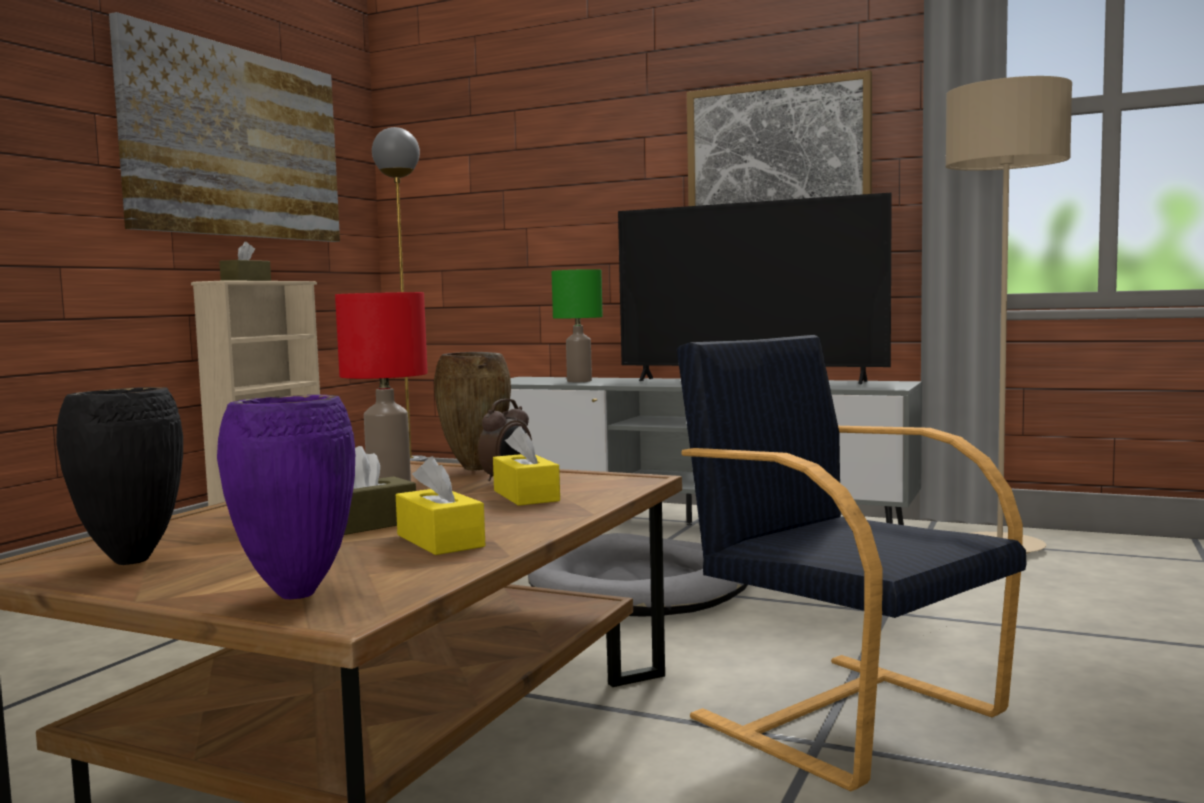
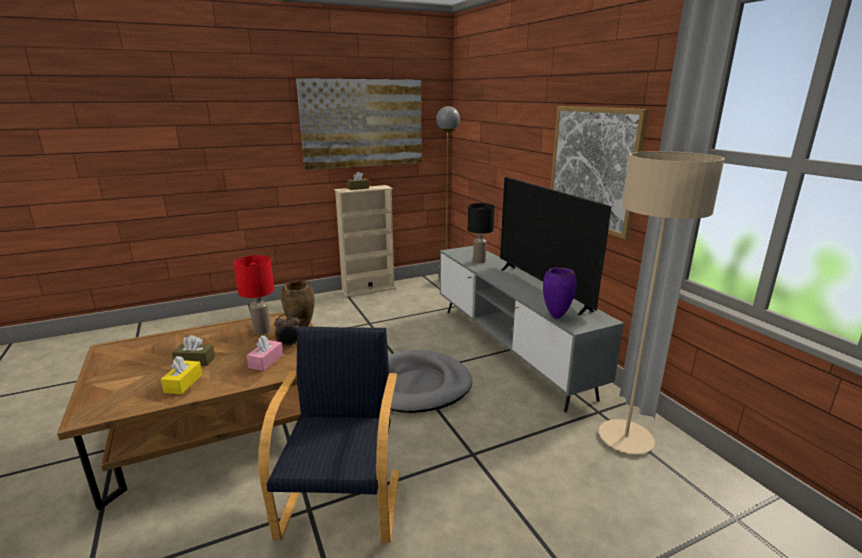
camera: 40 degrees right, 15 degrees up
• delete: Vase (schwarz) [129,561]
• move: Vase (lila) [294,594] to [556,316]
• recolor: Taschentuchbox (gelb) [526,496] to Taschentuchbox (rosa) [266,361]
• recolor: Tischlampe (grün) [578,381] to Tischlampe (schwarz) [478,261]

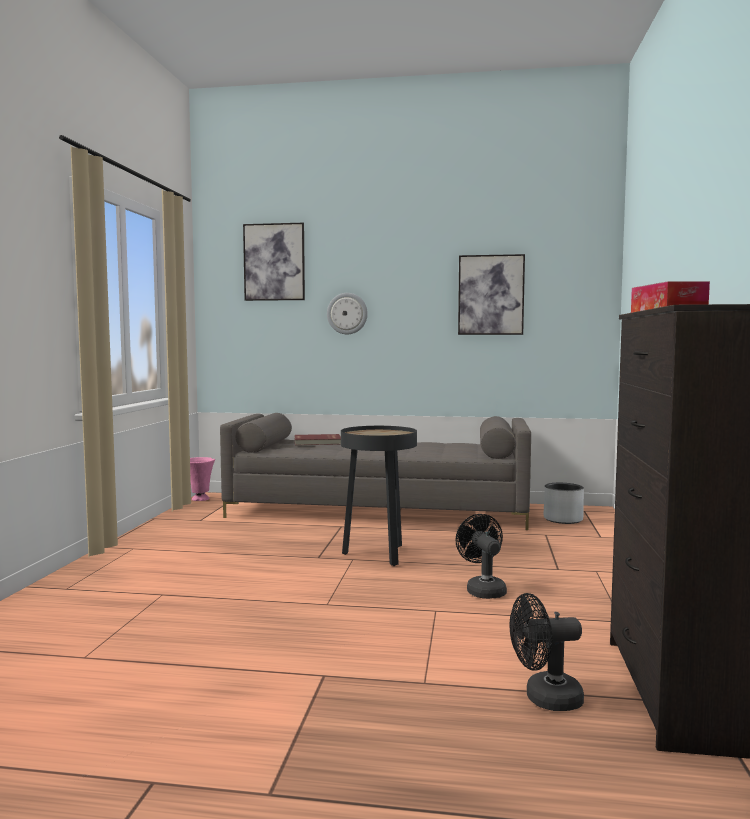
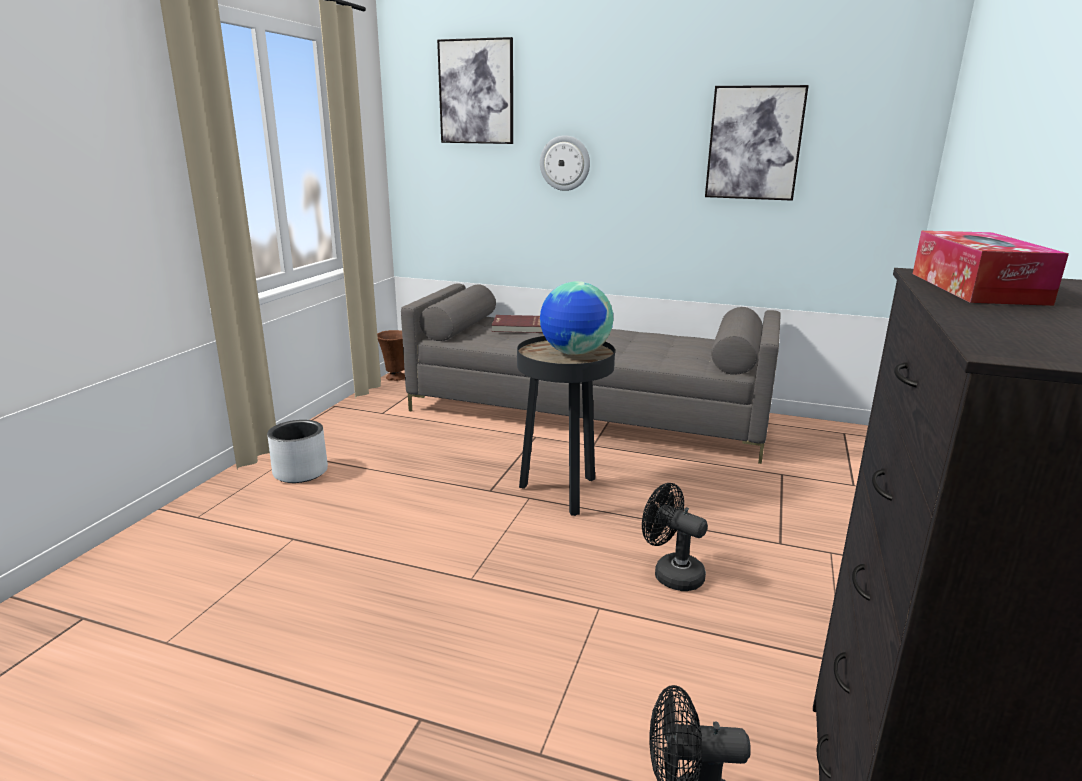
camera: 10 degrees right, 15 degrees up
• insert: Globus [575,353]
• move: Pflanzkübel (grau) [562,519] to [300,472]
• recolor: Vase (rosa) [201,499] to Vase (braun) [396,378]
• rotate: Ventilator (schwarz) [483,590] = [671,573] 45 degrees counterclockwise

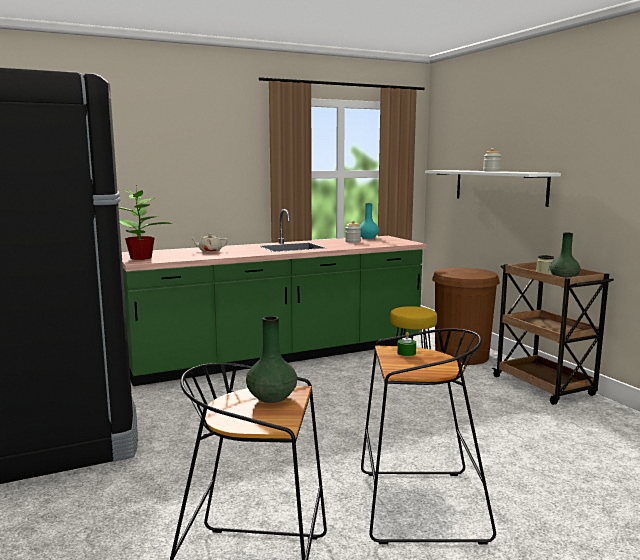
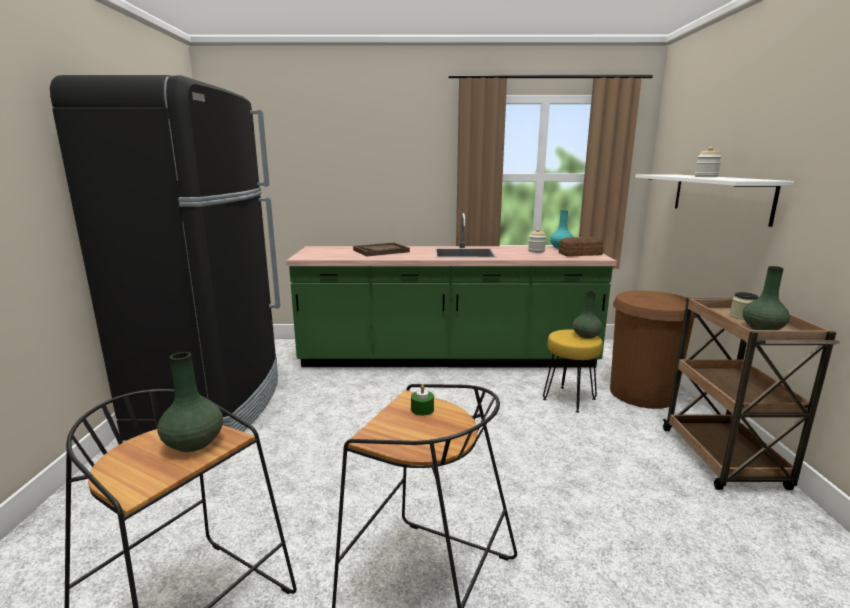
camera: 25 degrees right, 5 degrees up
• delete: Topfpflanze [141,258]
• insert: Brot [581,254]
• insert: Vase (grün) [586,335]
• replace: Teekanne (beige) [209,251] to Tablett (braun) [381,251]

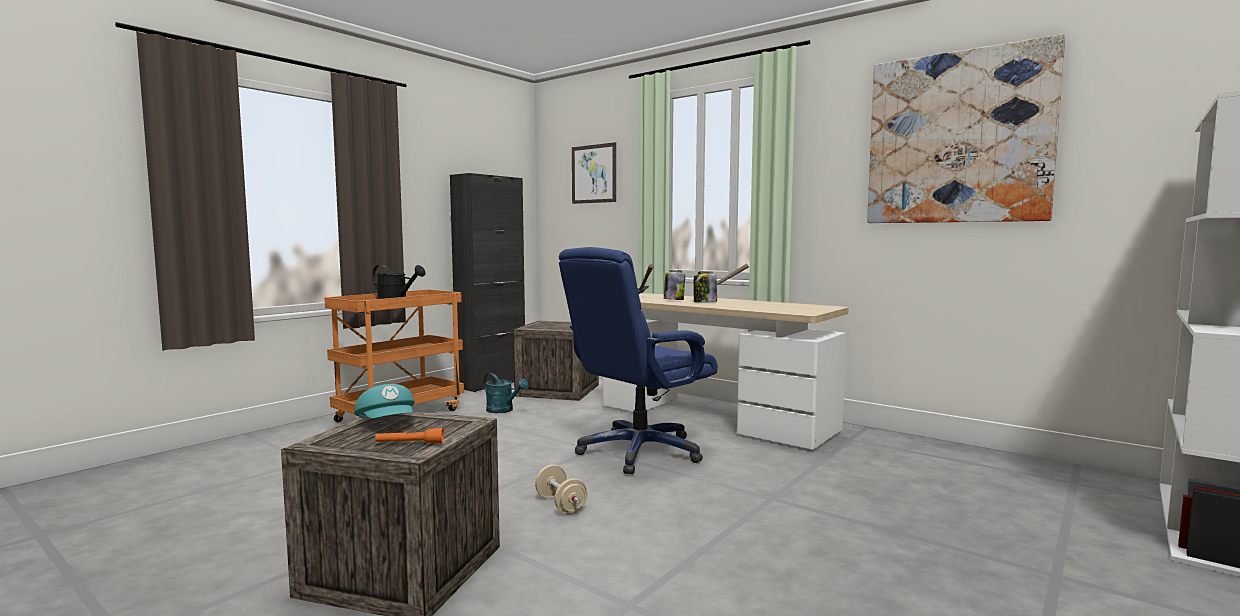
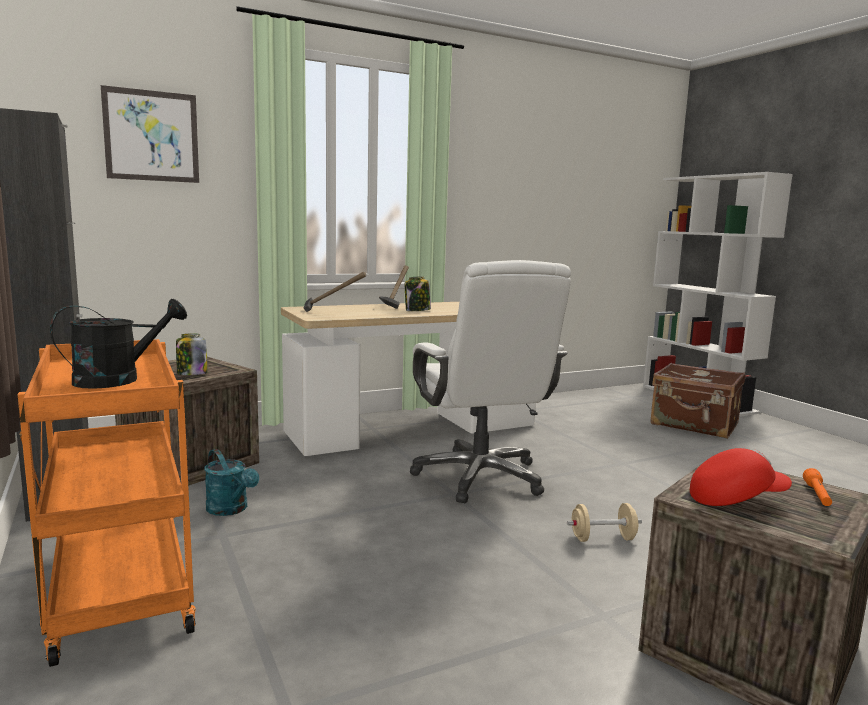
camera: 65 degrees left, 5 degrees up
• delete: Bild [958,138]
• insert: Koffer (braun) [694,425]
• move: Vorratsglas [673,300] to [191,374]
• recolor: Kappe (türkis) [388,424] to Kappe (rot) [735,499]
• recolor: Bürostuhl (blau) [639,452] to Bürostuhl (weiß) [480,477]
• rotate: Gießkanne (türkis) [503,410] = [231,509] 75 degrees clockwise

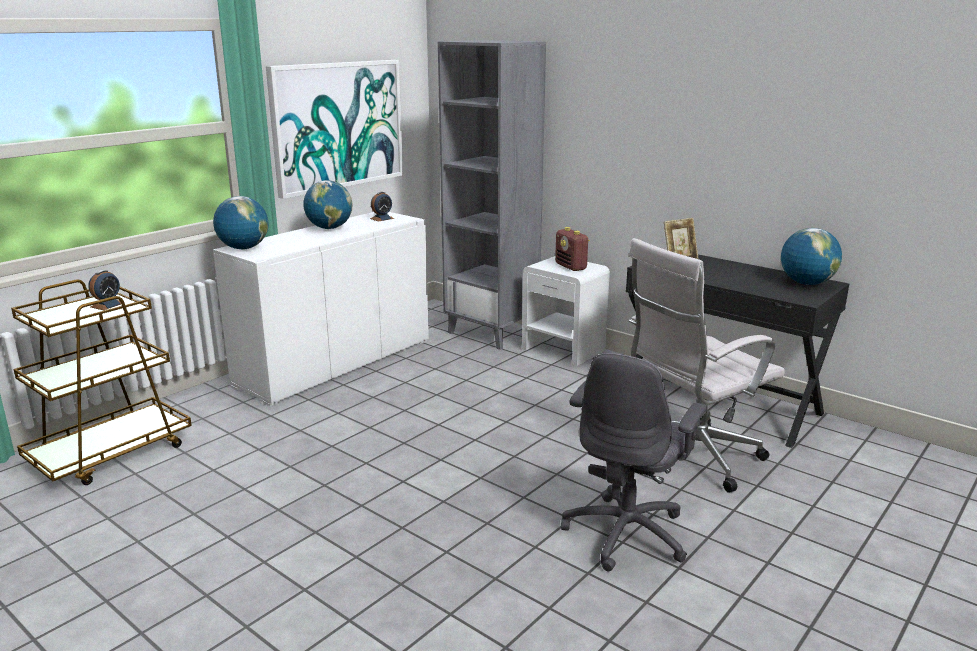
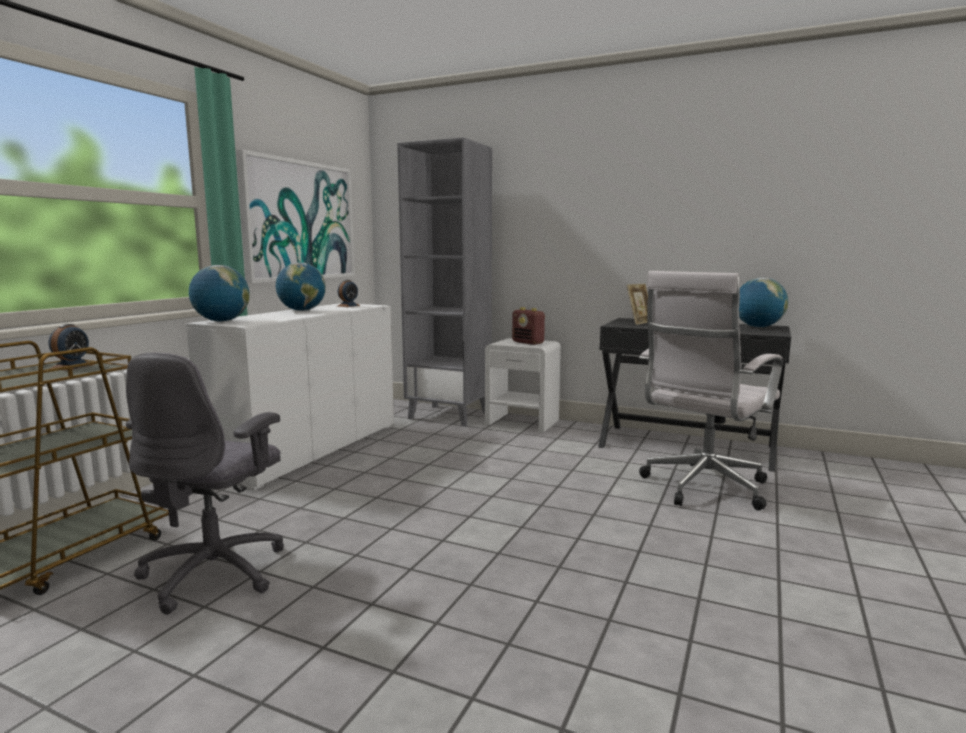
camera: 15 degrees left, 10 degrees down
• move: Bürostuhl (grau) [627,533] to [216,572]

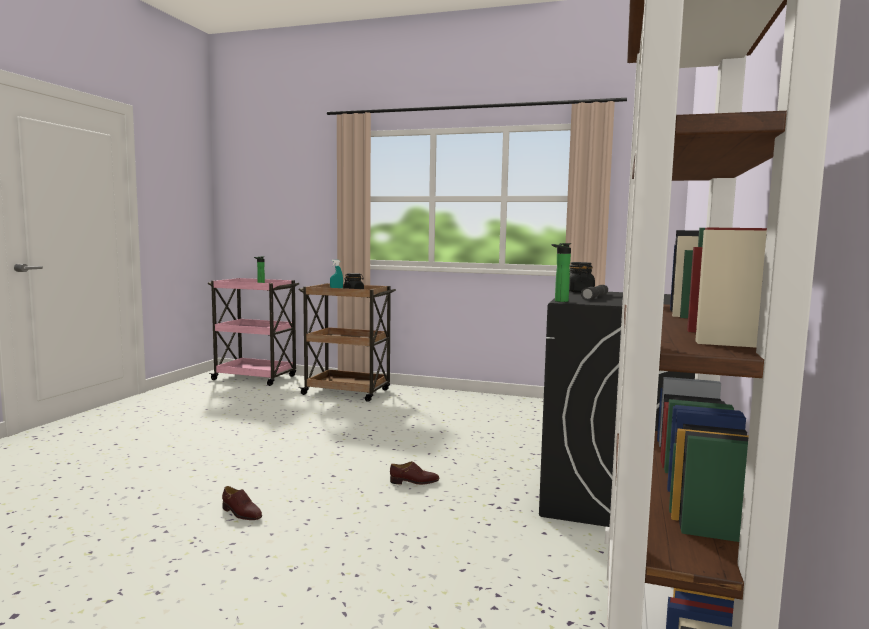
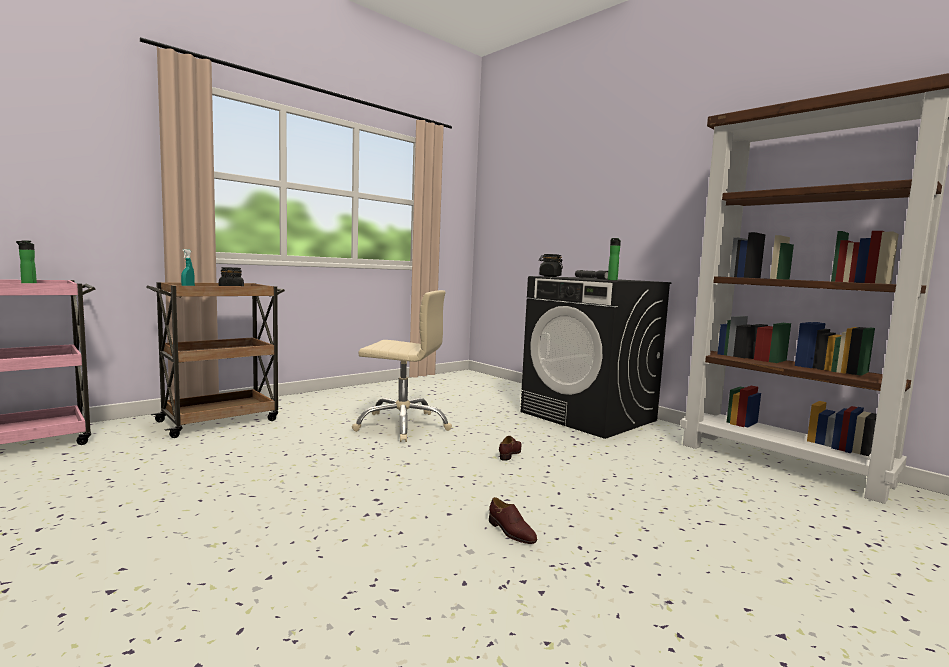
camera: 60 degrees left, 0 degrees up
• insert: Bürostuhl (beige) [402,425]
• rotate: Schuh (braun) [241,513] = [511,532] 75 degrees clockwise

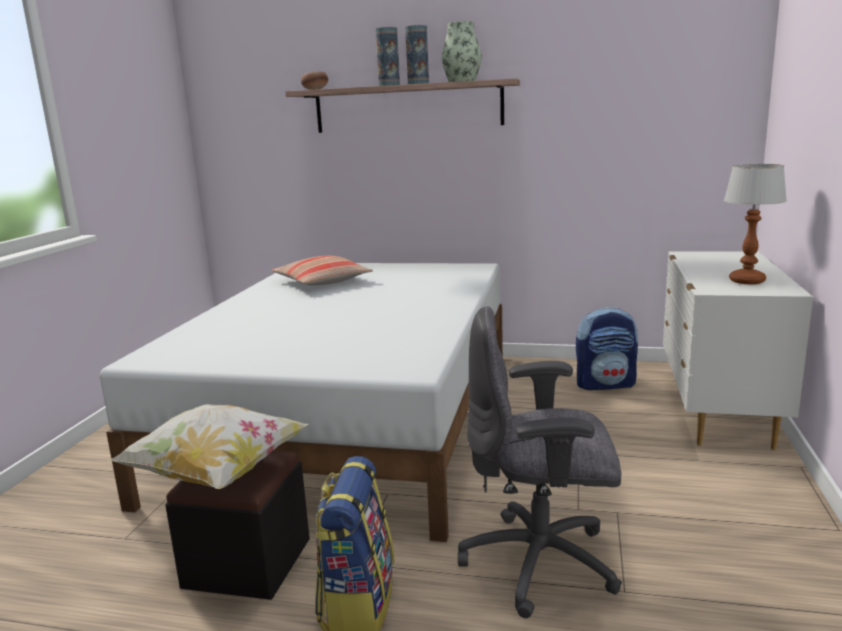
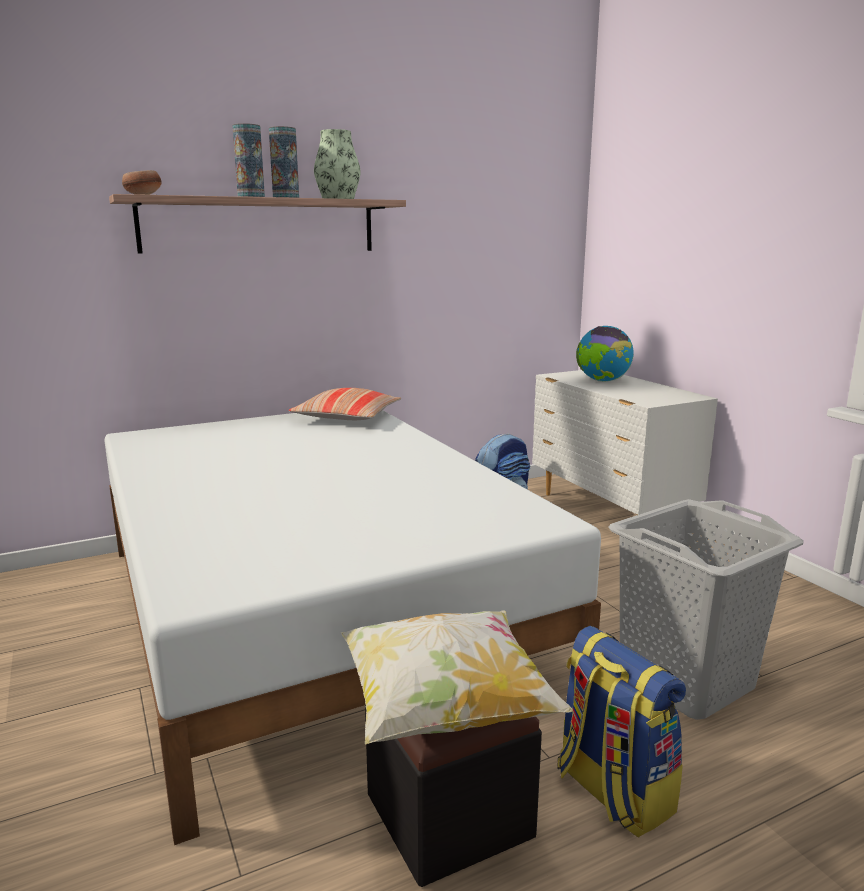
camera: 40 degrees left, 0 degrees up
• delete: Tischlampe [747,281]
• insert: Globus [602,381]
• move: Kissen [322,282] to [347,417]
• replace: Bürostuhl (grau) [542,563] to Wäschekorb (grau) [684,680]

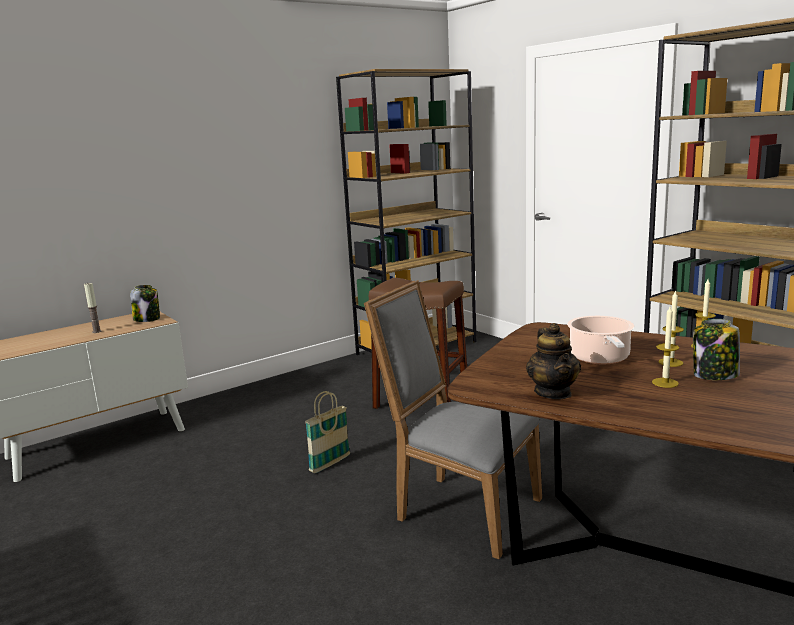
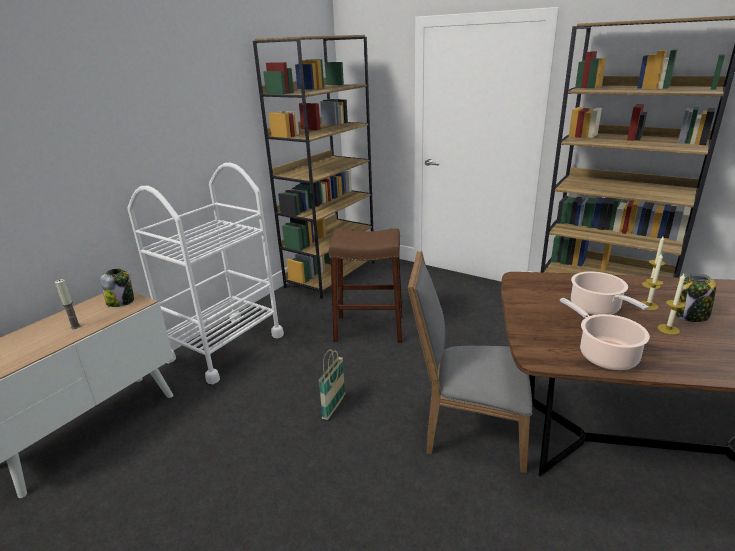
camera: 20 degrees left, 10 degrees up
• insert: Rollwagen (weiß) [225,347]
• replace: Teekanne [553,392] to Kochtopf [604,355]

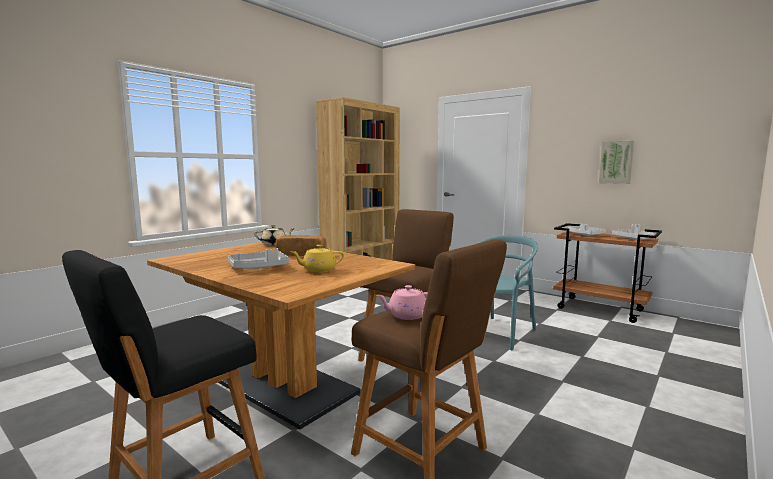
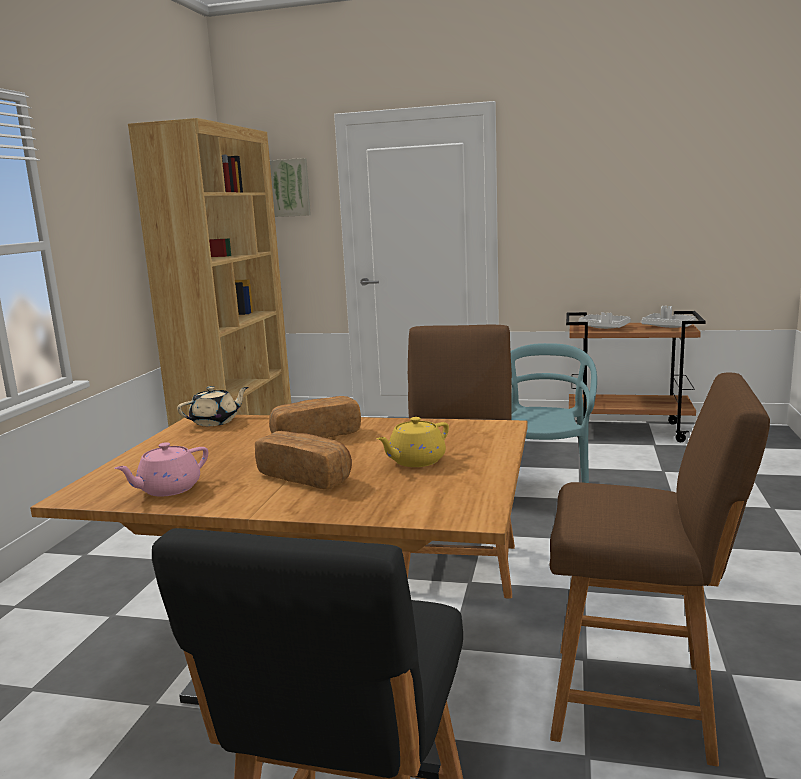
camera: 25 degrees left, 5 degrees up
• move: Teekanne (rosa) [406,315] to [168,489]
• move: Bild [616,162] to [291,188]
• replace: Tablett (grau) [259,267] to Brot [306,477]

